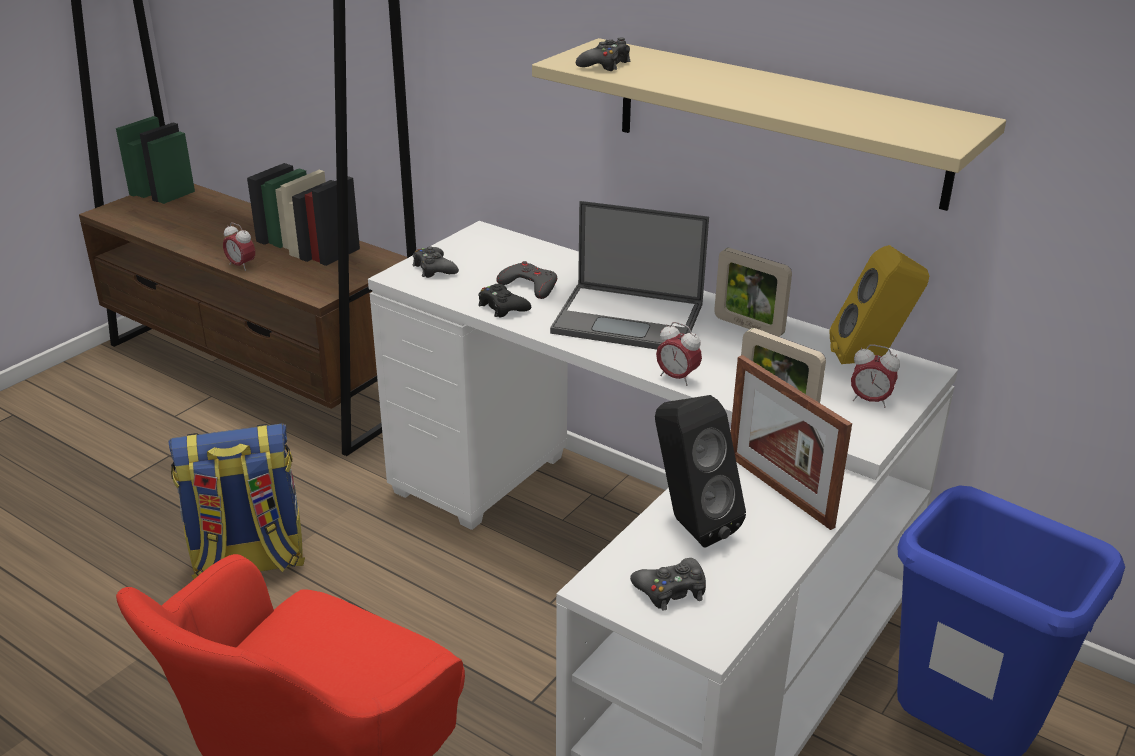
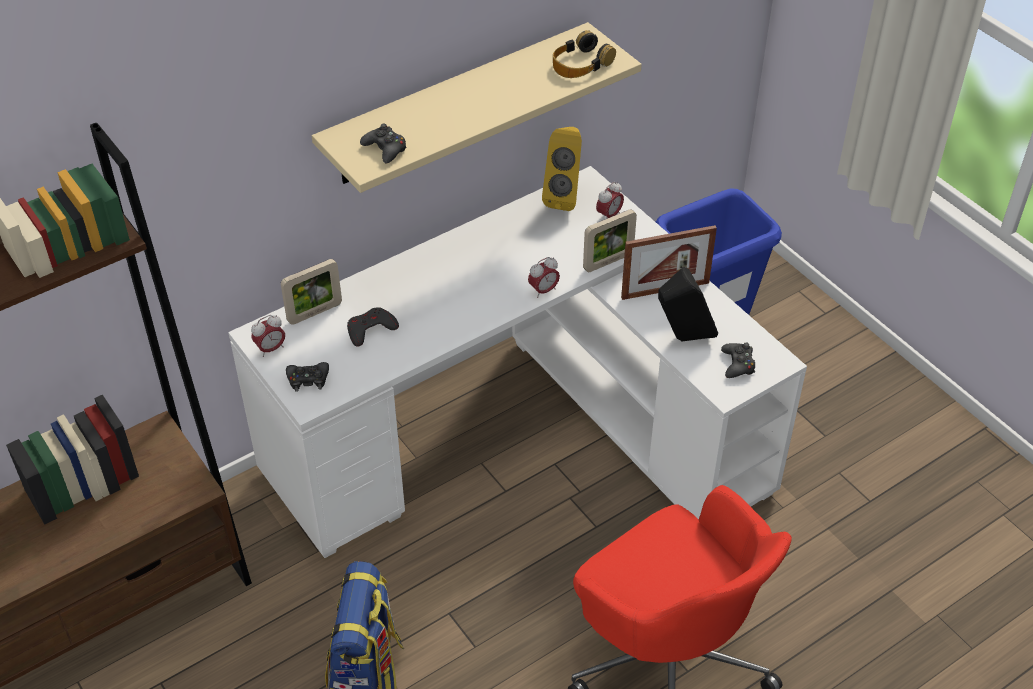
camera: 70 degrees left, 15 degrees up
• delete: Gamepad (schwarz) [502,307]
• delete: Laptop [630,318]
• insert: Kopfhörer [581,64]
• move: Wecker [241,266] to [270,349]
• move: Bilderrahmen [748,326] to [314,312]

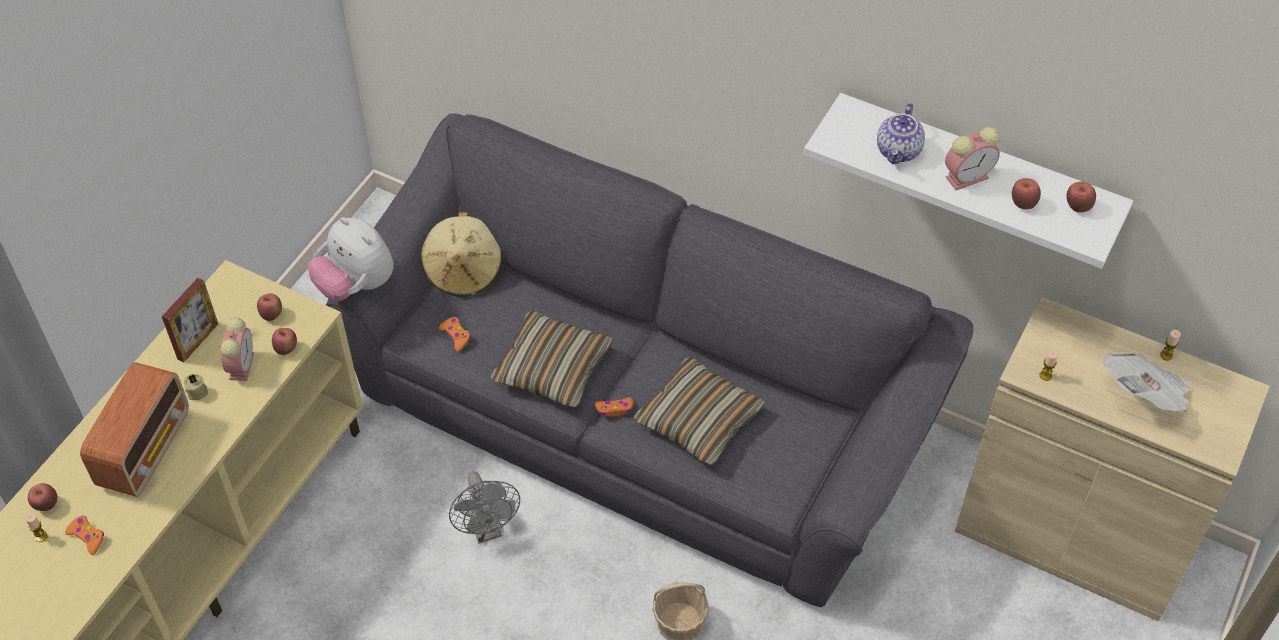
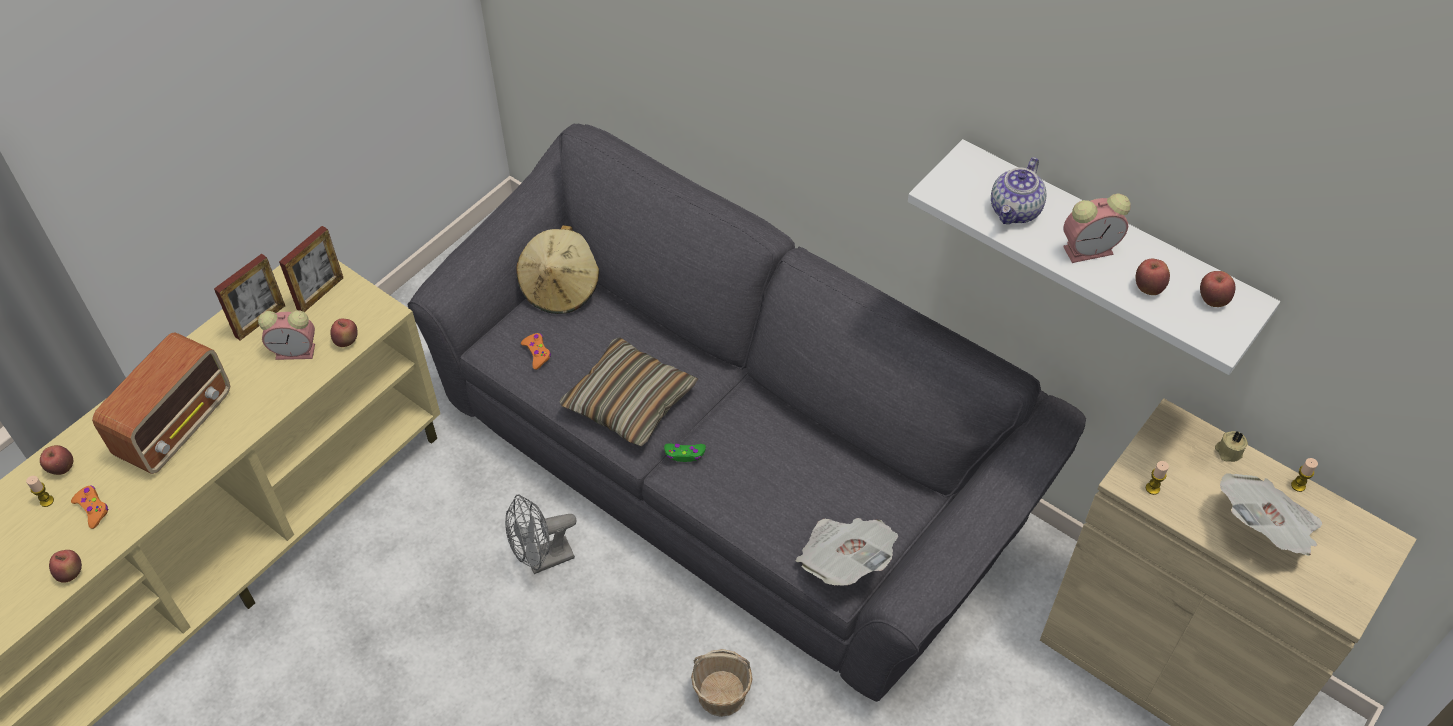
camera: 10 degrees right, 0 degrees up
• delete: Plüschtier [356,285]
• delete: Kissen [699,420]
• insert: Bilderrahmen [320,294]
• insert: Zeitung [844,560]
• move: Kerze (beige) [196,391] to [1228,452]
• move: Apfel [272,315] to [71,573]
• recolor: Gamepad (orange) [614,409] to Gamepad (grün) [685,454]
• rotate: Wecker [241,364] = [297,351] 75 degrees clockwise
• rotate: Ventilator (grau) [487,529] = [542,560] 75 degrees clockwise

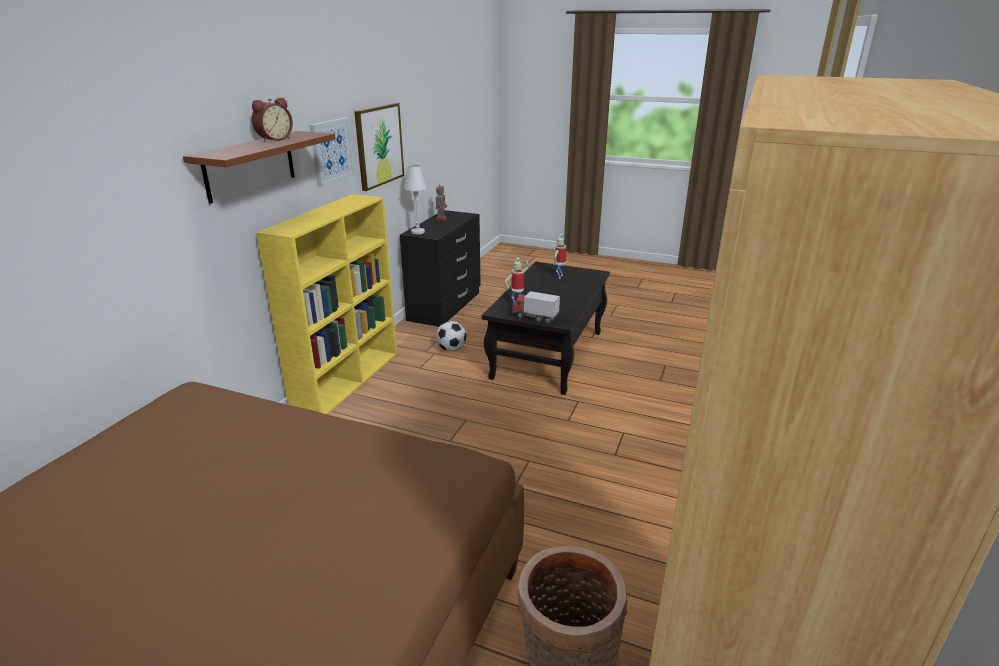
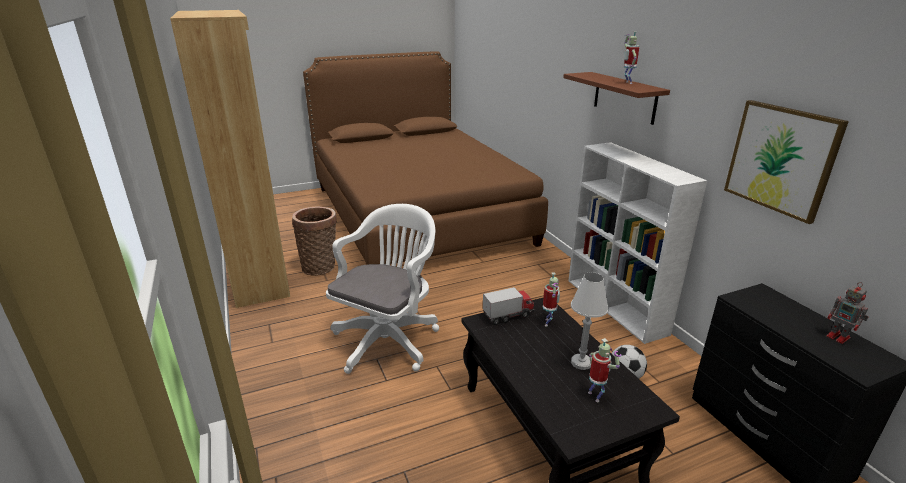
camera: 135 degrees right, 0 degrees up
• delete: Bild [331,151]
• insert: Bürostuhl (weiß) [389,339]
• move: Tischlampe (weiß) [418,232] to [581,363]
• replace: Wecker [274,139] to Spielzeugroboter [627,82]
• recolor: Bücherregal (gelb) [348,379] to Bücherregal (weiß) [616,306]

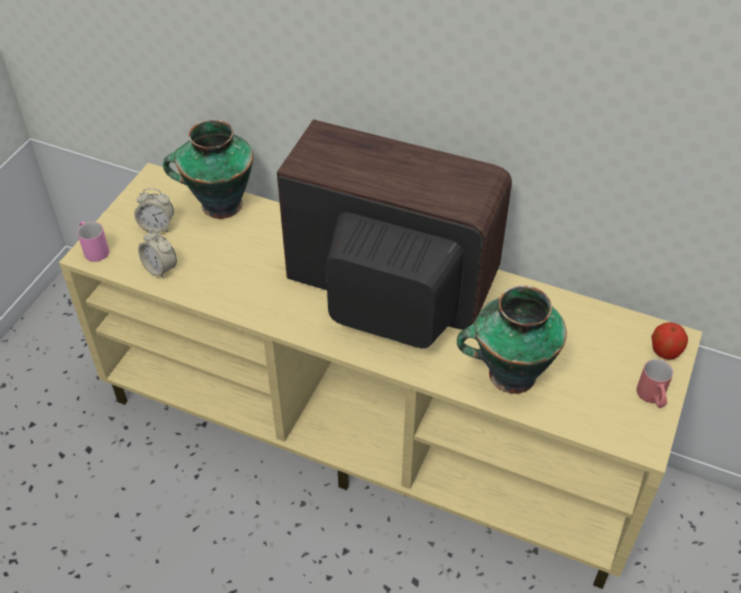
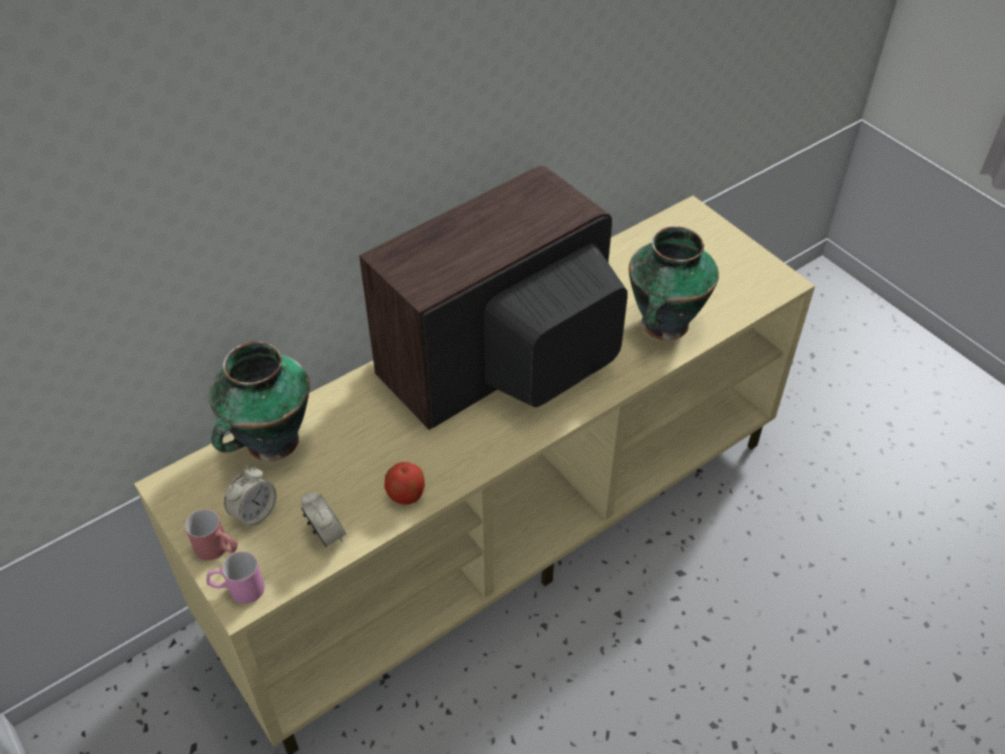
camera: 60 degrees left, 0 degrees up
• move: Henkelbecher (rot) [652,398] to [218,550]
• move: Apfel [665,351] to [406,495]
• rotate: Wecker [160,269] = [326,534] 105 degrees counterclockwise

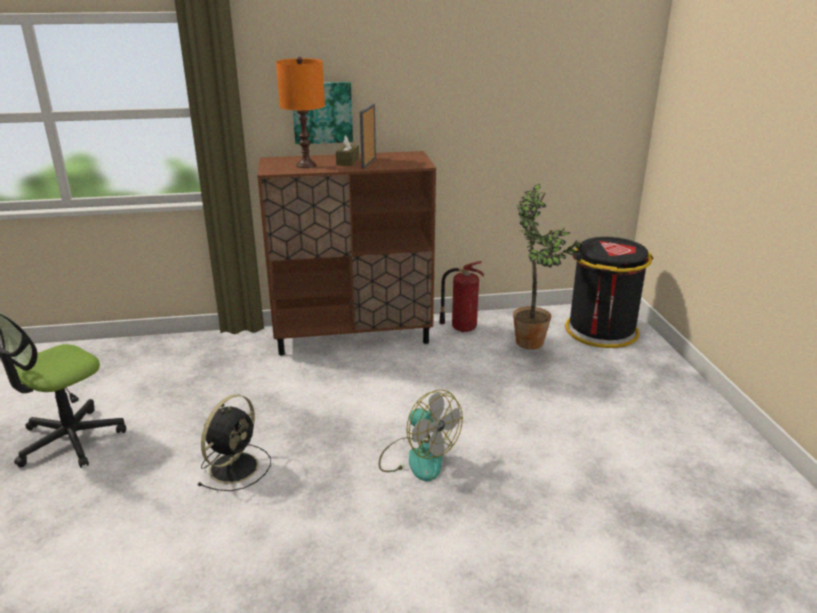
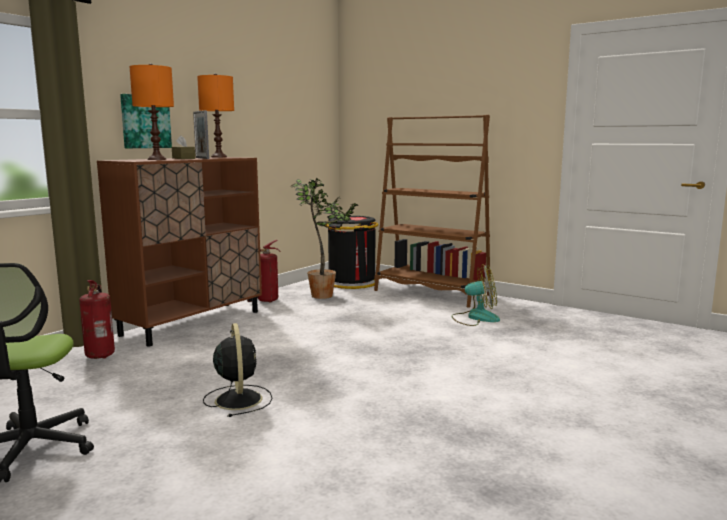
camera: 45 degrees left, 15 degrees down
• insert: Feuerlöscher [101,355]
• insert: Tischlampe (orange) [219,157]
• insert: Bücherregal (braun) [431,293]
• move: Ventilator [417,458] to [475,318]

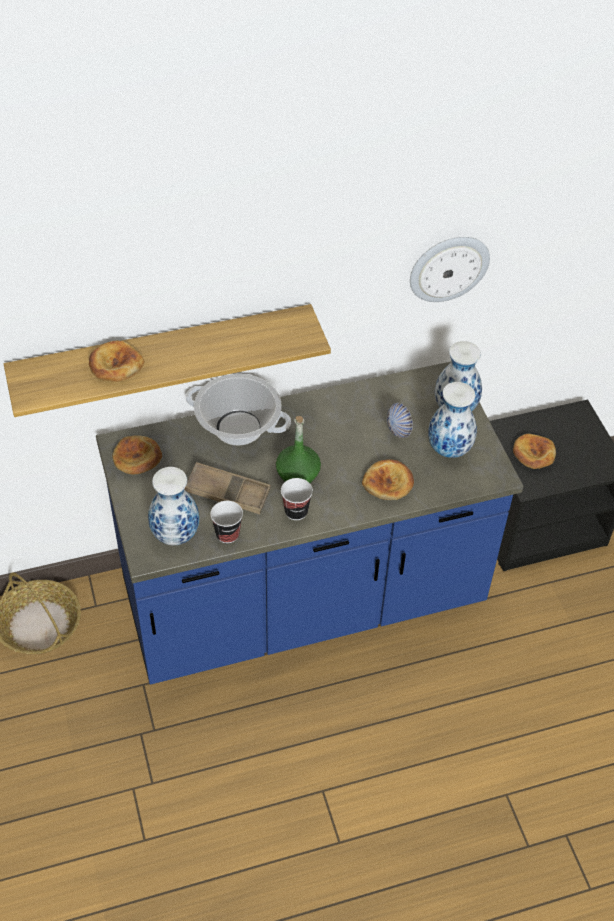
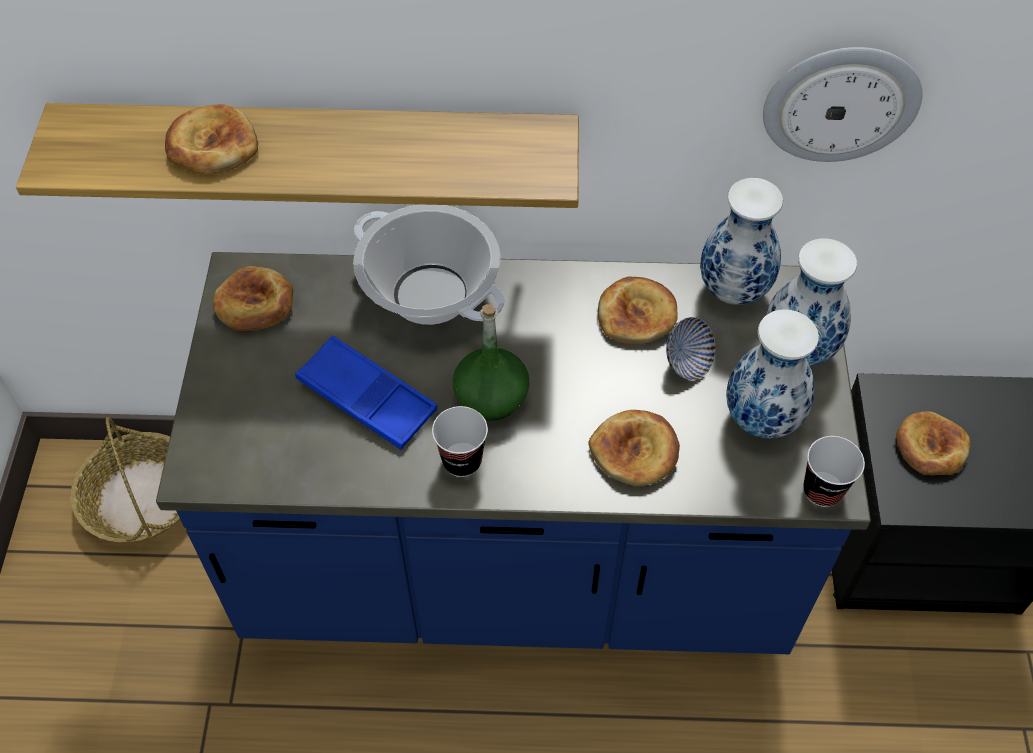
camera: 20 degrees right, 5 degrees up
• insert: Brot [636,314]
• move: Vase [174,534] to [732,289]
• move: Tasse [227,534] to [822,490]
• recolor: Tablett (braun) [227,492] to Tablett (blau) [367,398]

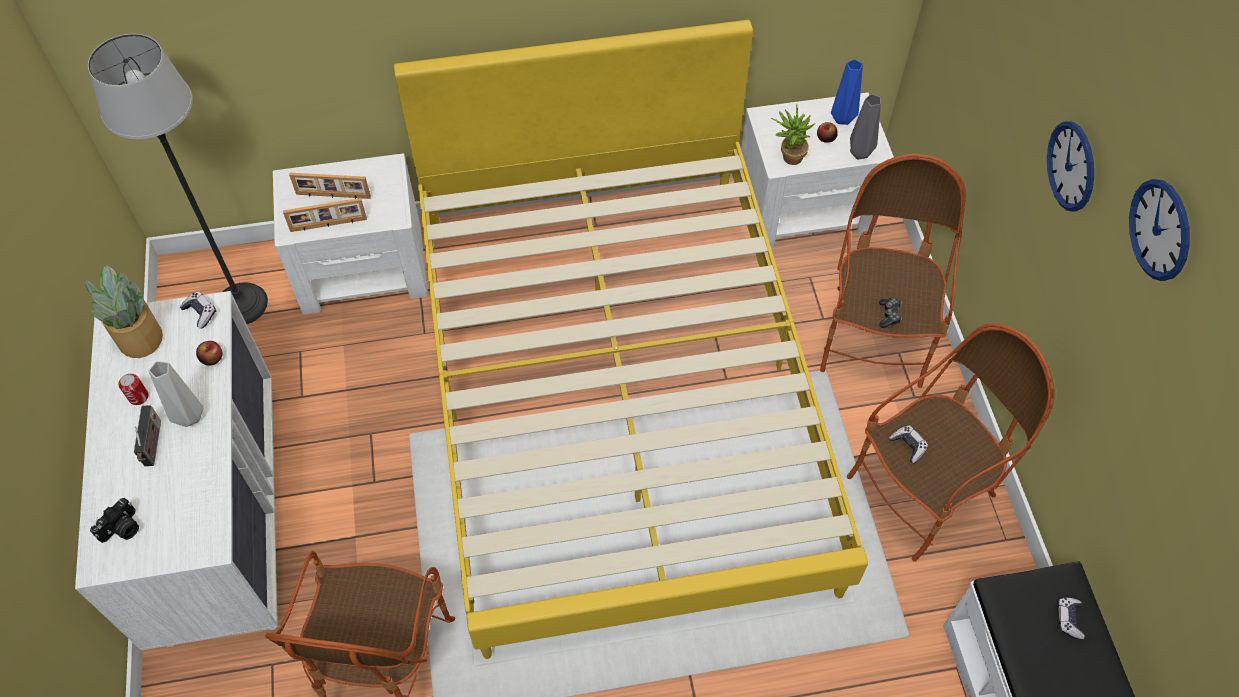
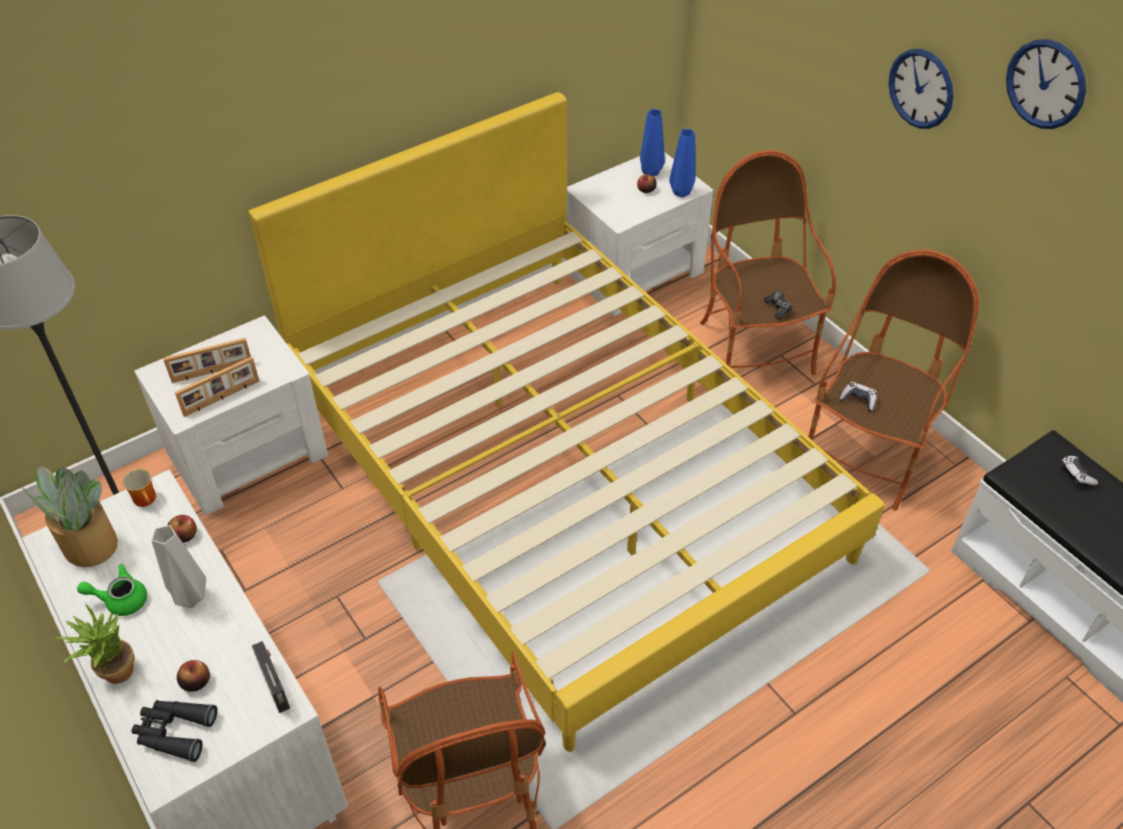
camera: 25 degrees left, 10 degrees down
• insert: Apfel [196,681]
• move: Radio [153,445] to [276,688]
• move: Topfpflanze [788,156] to [112,671]
• replace: Kamera [122,529] to Fernglas (schwarz) [174,732]
• replace: Dose [138,397] to Teekanne (grün) [120,600]
• replace: Gamepad [200,312] to Henkelbecher [147,499]
• recolor: Vase (grau) [858,153] to Vase (blau) [681,193]

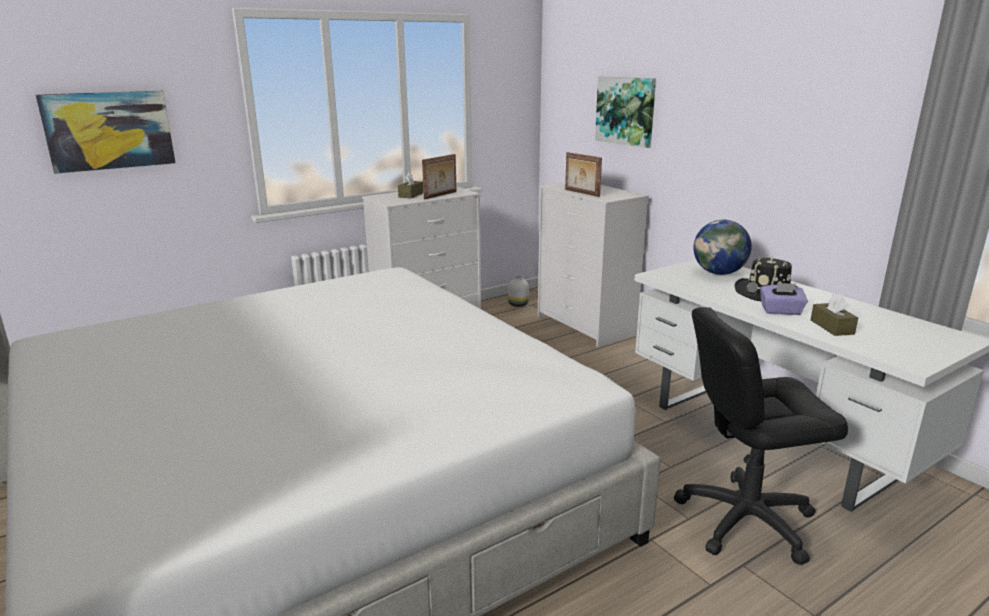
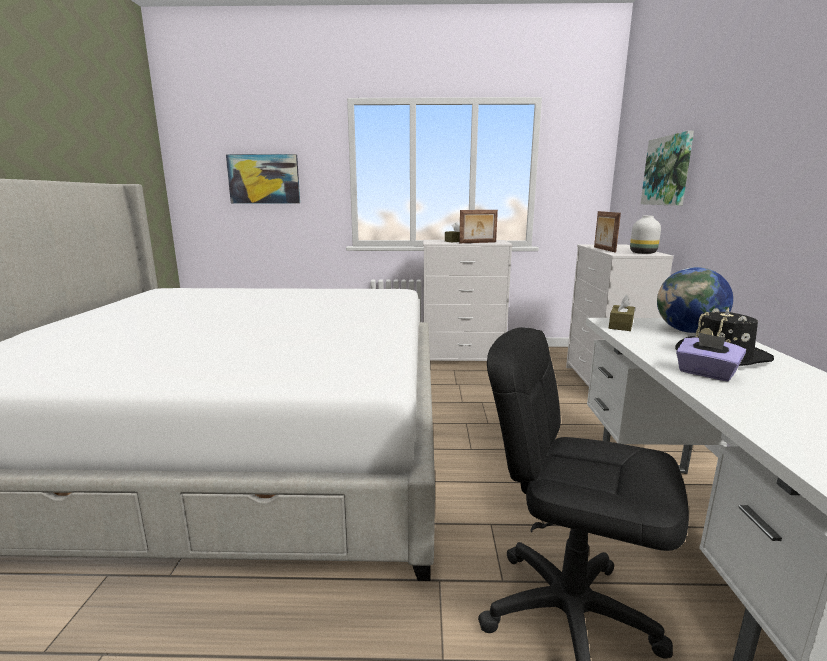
camera: 35 degrees right, 5 degrees down
• move: Vase (weiß) [518,304] to [642,253]
• move: Taschentuchbox (braun) [832,327] to [620,325]

